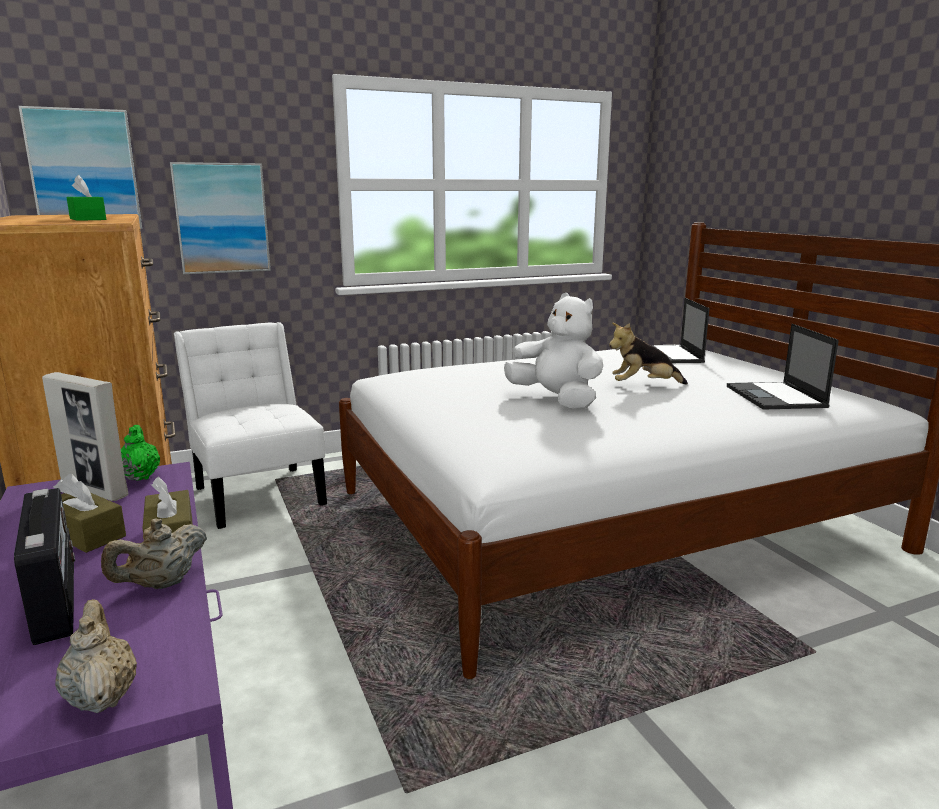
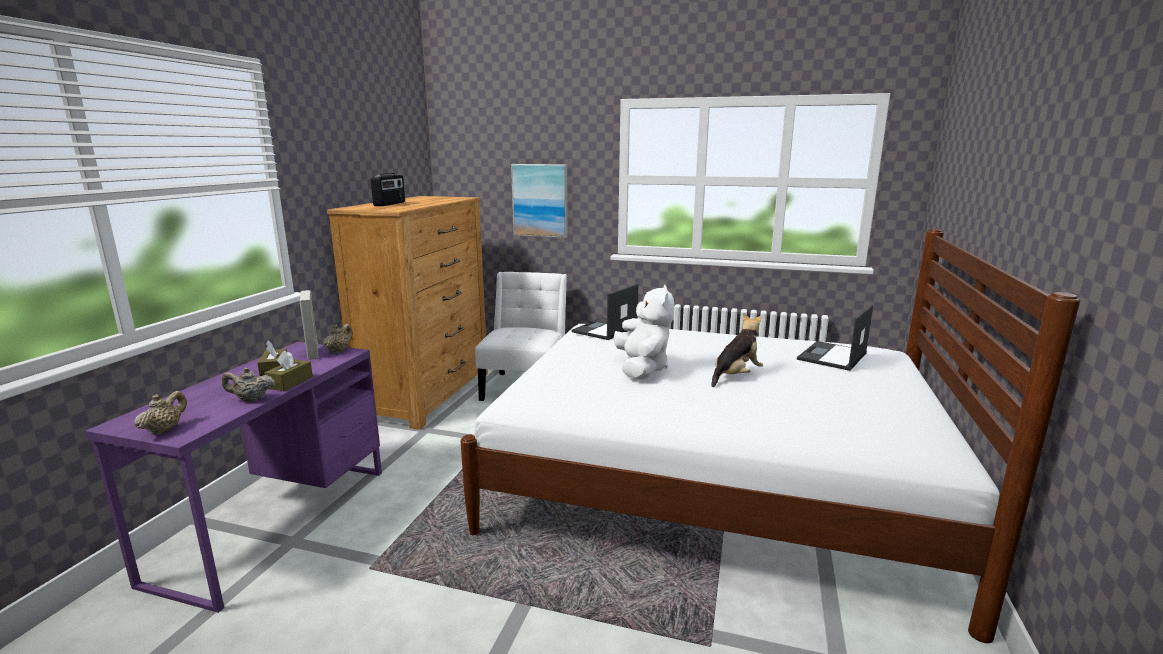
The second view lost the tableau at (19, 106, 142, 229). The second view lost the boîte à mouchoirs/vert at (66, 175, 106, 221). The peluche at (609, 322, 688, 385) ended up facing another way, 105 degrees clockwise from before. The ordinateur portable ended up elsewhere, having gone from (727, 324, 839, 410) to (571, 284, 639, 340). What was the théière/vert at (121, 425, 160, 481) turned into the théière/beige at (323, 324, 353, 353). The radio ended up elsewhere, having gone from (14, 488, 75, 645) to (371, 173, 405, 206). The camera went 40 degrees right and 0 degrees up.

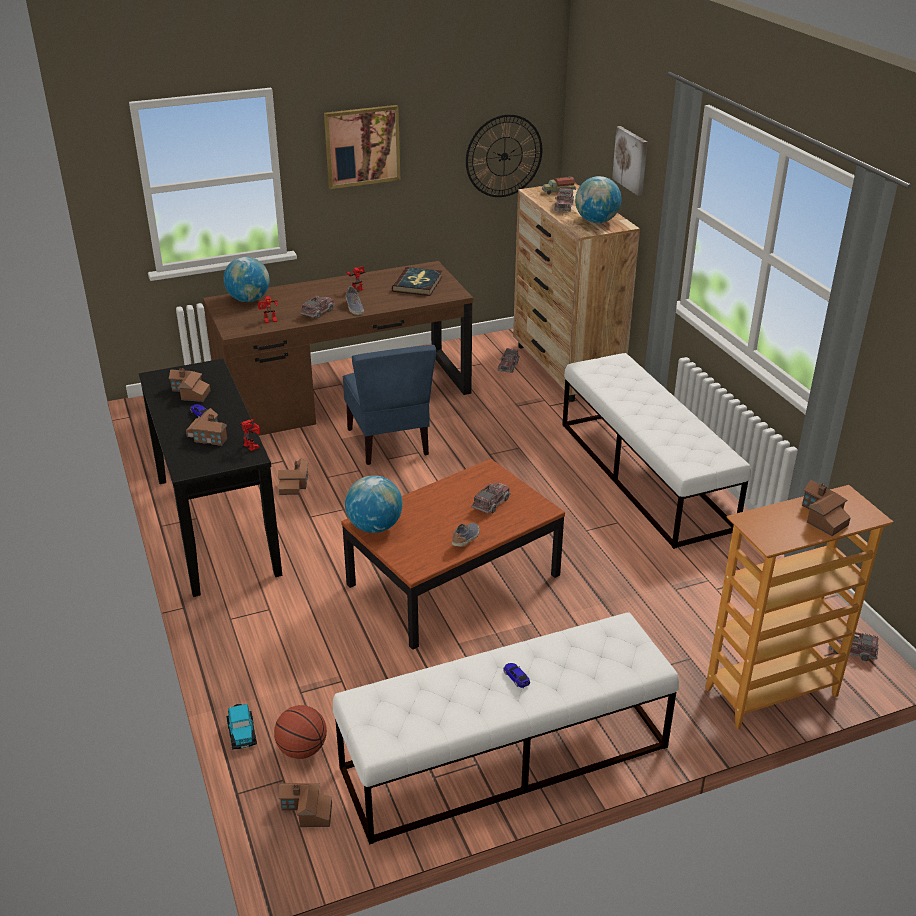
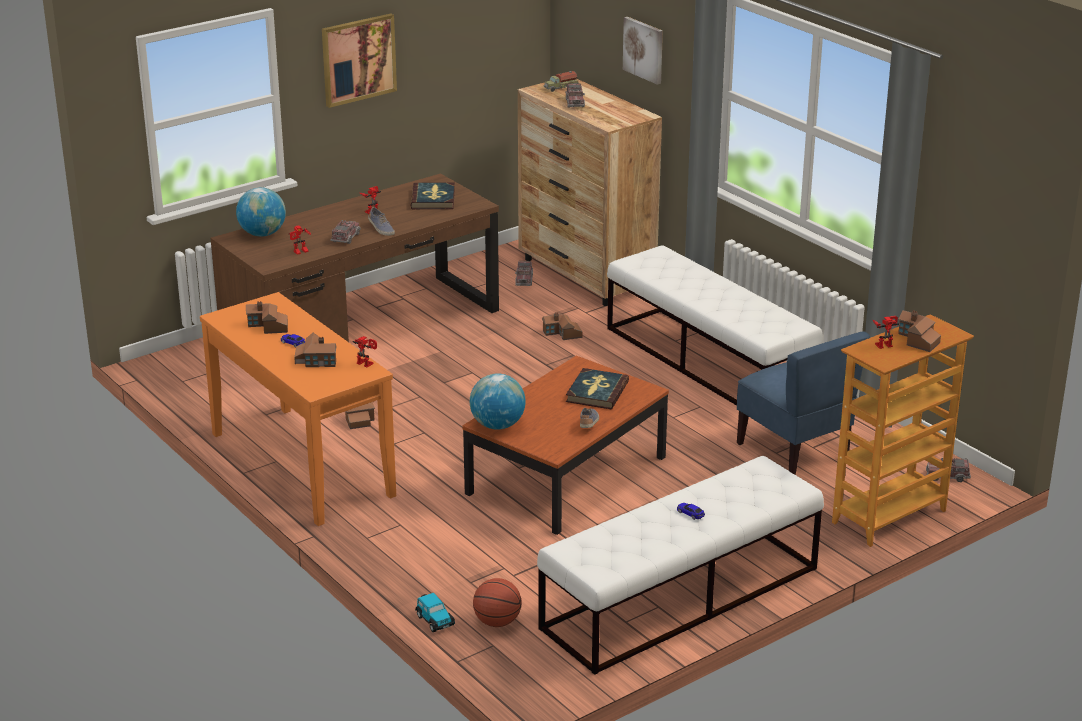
The second view lost the horloge murale at (466, 114, 542, 197). The second view lost the globe at (575, 176, 621, 223). The chaise/bleu ended up elsewhere, having gone from (342, 345, 436, 465) to (737, 331, 870, 475). What was the table console/noir at (139, 359, 282, 597) turned into the table console/orange at (200, 292, 396, 526). Where the camion jouet stood at (471, 482, 511, 514), the livre came to stand at (566, 368, 629, 409). The maison miniature ended up elsewhere, having gone from (279, 783, 332, 827) to (542, 312, 583, 340). The second view gained the robot jouet at (873, 316, 899, 349). The camera went 15 degrees left and 5 degrees down.

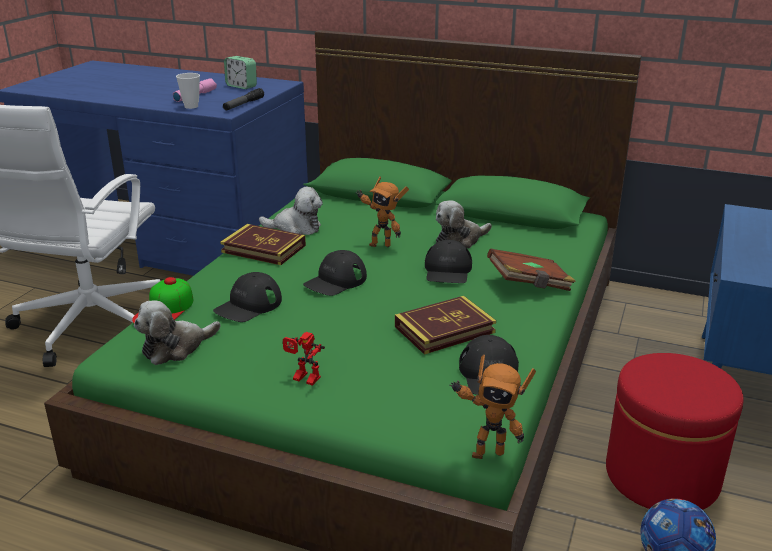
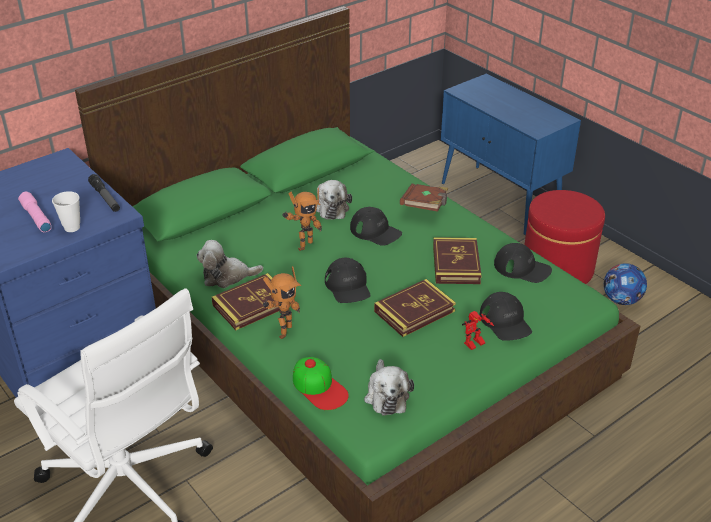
The second view lost the réveil at (224, 56, 257, 89). The peluche at (259, 187, 323, 235) ended up facing another way, 135 degrees counterclockwise from before. The casquette/noir ended up elsewhere, having gone from (213, 272, 282, 322) to (480, 292, 532, 341). The robot jouet ended up elsewhere, having gone from (449, 355, 536, 459) to (263, 266, 302, 339). The second view gained the livre at (374, 279, 456, 337). The camera went 60 degrees left and 10 degrees up.

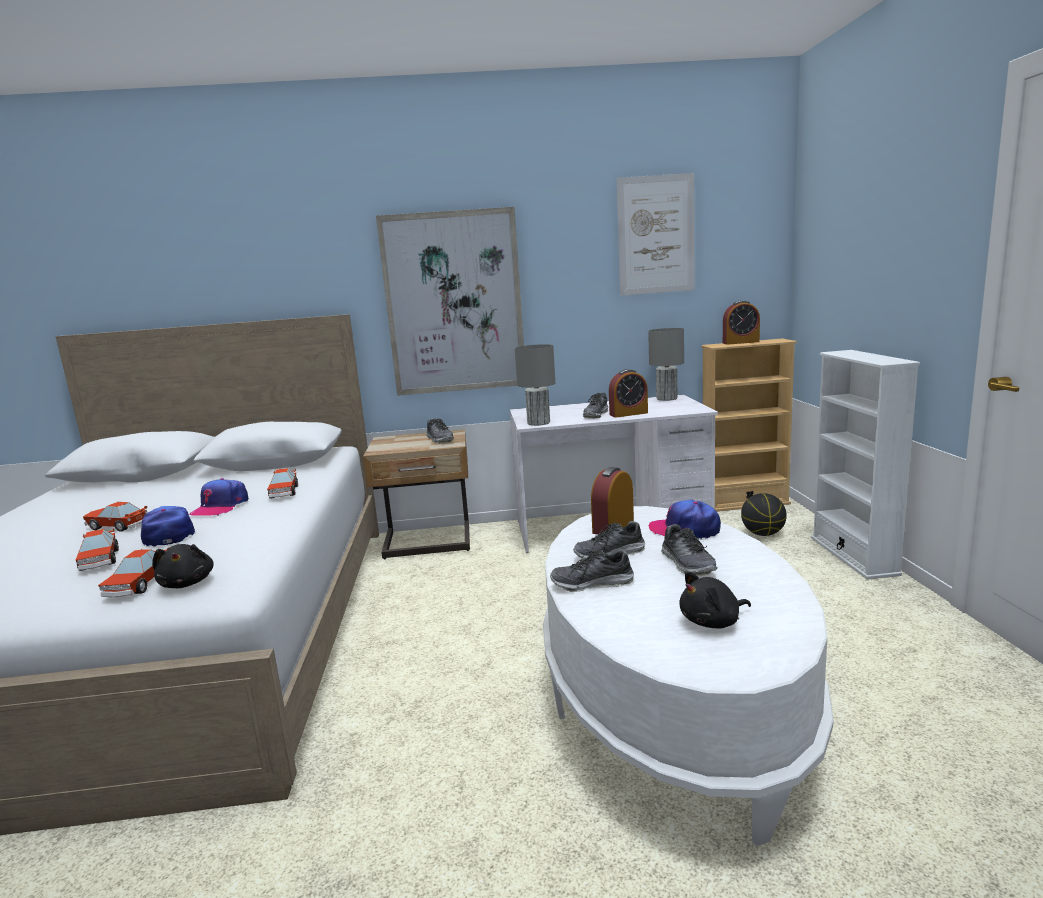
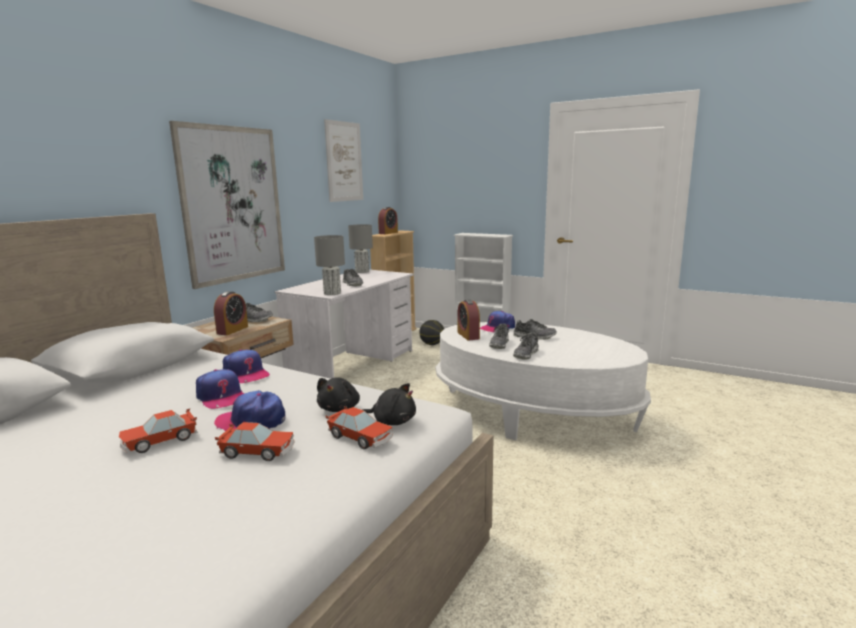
The réveil ended up elsewhere, having gone from (609, 369, 648, 418) to (214, 291, 248, 335). Where the petite voiture stood at (267, 468, 298, 499), the casquette came to stand at (223, 349, 270, 383). The peluche/noir ended up elsewhere, having gone from (679, 571, 751, 628) to (317, 377, 360, 412). The camera went 55 degrees left and 0 degrees up.

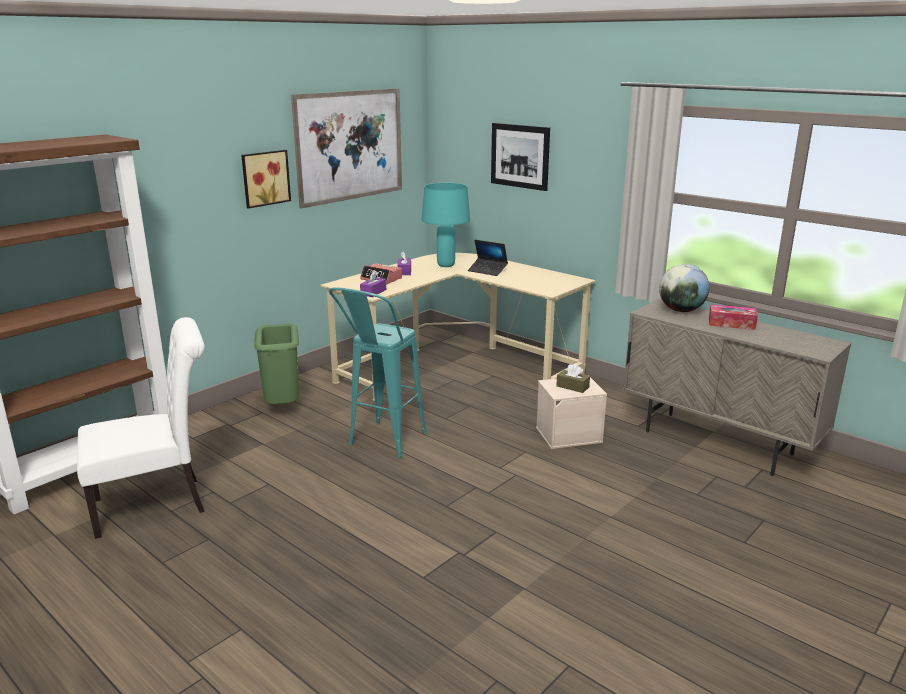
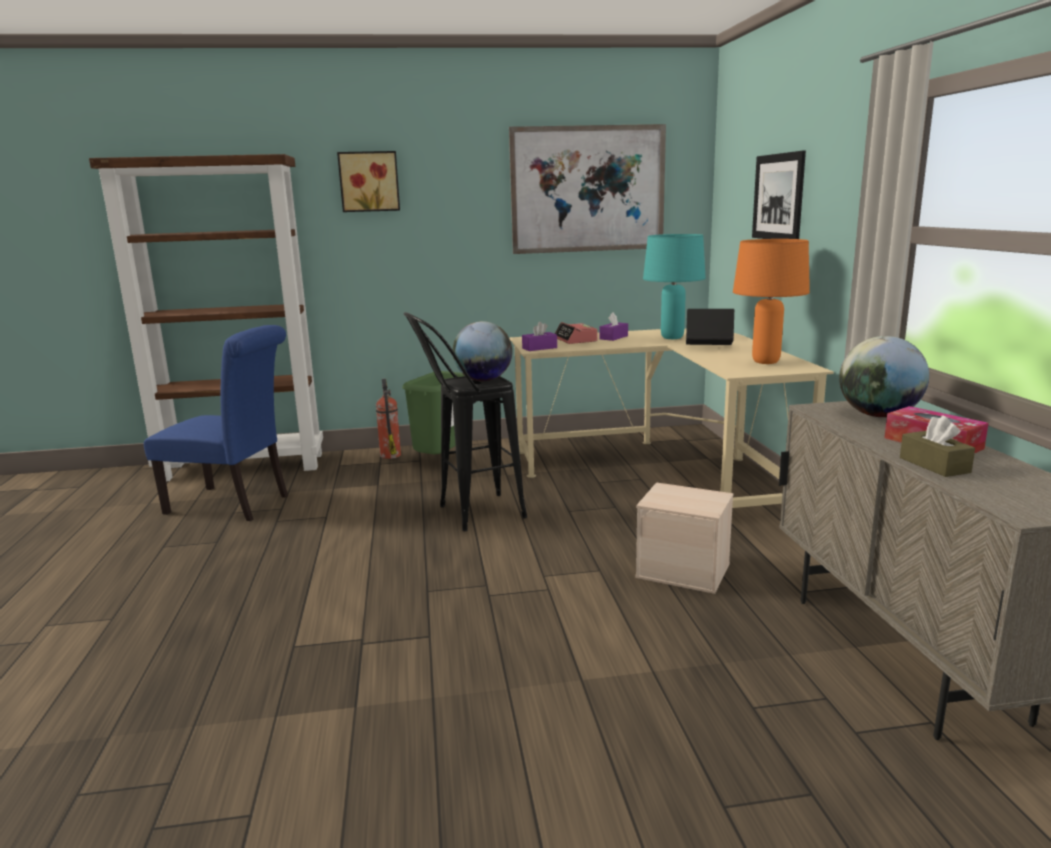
The tableau ended up elsewhere, having gone from (241, 150, 291, 209) to (337, 151, 400, 212). The ordinateur portable at (468, 240, 508, 276) ended up facing another way, 120 degrees clockwise from before. What was the tabouret/turquoise at (329, 287, 427, 457) turned into the tabouret/noir at (404, 312, 527, 531). What was the chaise/blanc at (77, 317, 205, 539) turned into the chaise/bleu at (144, 325, 288, 521). The boîte à mouchoirs/marron ended up elsewhere, having gone from (556, 364, 590, 393) to (900, 416, 975, 477). The second view gained the lampe de table/orange at (733, 239, 810, 364). The second view gained the globe at (453, 321, 512, 381). The second view gained the extincteur at (376, 379, 401, 459). The camera went 40 degrees right and 5 degrees down.

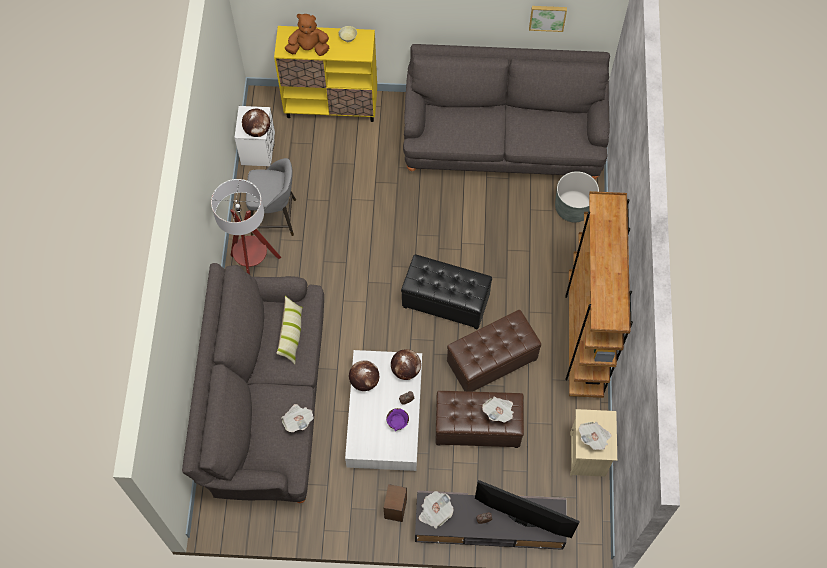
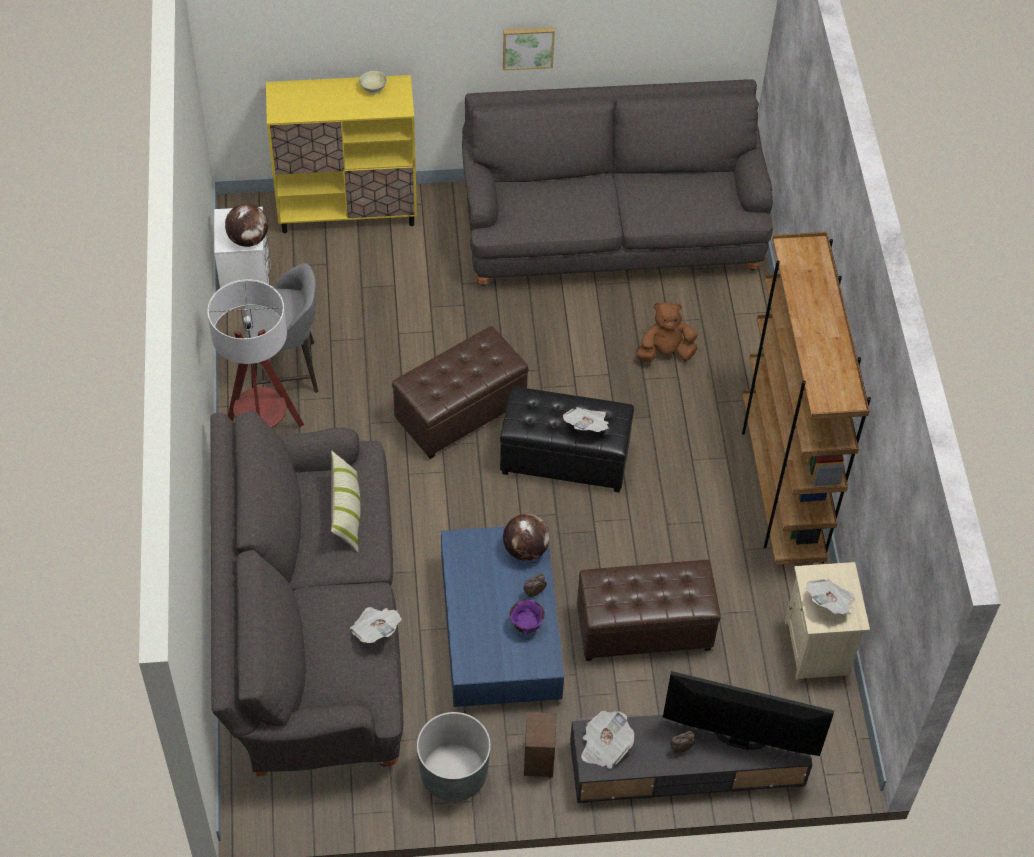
The tableau ended up elsewhere, having gone from (529, 6, 567, 32) to (503, 27, 555, 71). The peluche/marron ended up elsewhere, having gone from (285, 14, 329, 56) to (636, 302, 698, 362). The cache-pot/gris ended up elsewhere, having gone from (555, 171, 599, 223) to (417, 712, 491, 802). The pouf/marron ended up elsewhere, having gone from (447, 310, 541, 392) to (392, 326, 529, 459). What was the table basse/blanc at (345, 350, 422, 471) turned into the table basse/bleu at (441, 526, 564, 707). The second view lost the globe at (349, 360, 380, 391). The journal ended up elsewhere, having gone from (482, 397, 514, 423) to (563, 407, 609, 432). The camera went 10 degrees left and 10 degrees down.

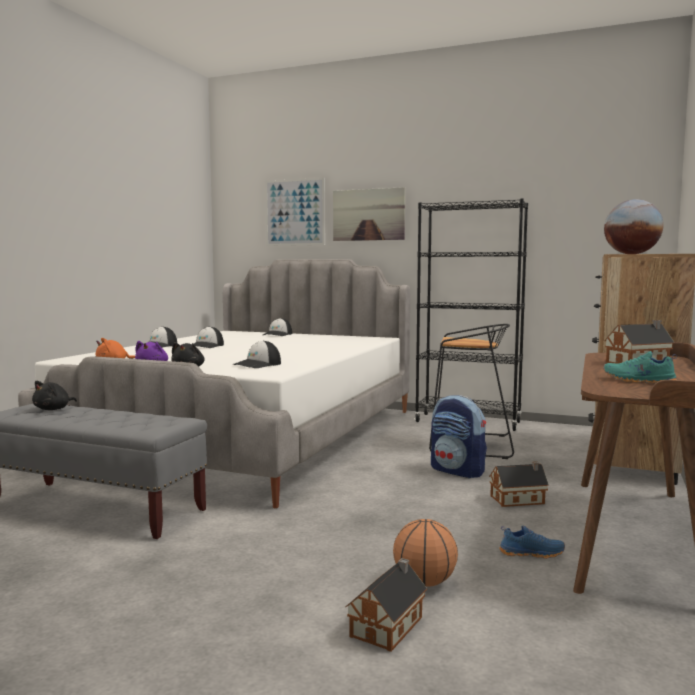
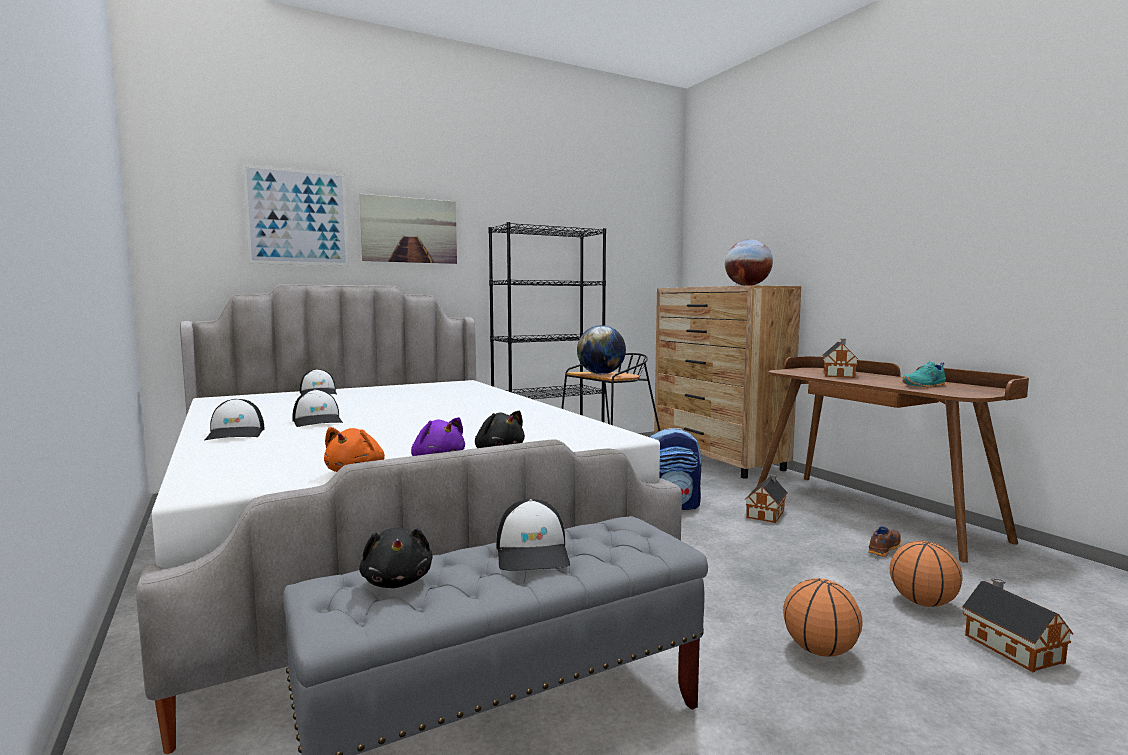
The casquette ended up elsewhere, having gone from (233, 340, 281, 368) to (496, 499, 570, 571). What was the chaussure/bleu at (499, 526, 565, 559) turned into the chaussure/marron at (868, 526, 901, 557). The second view gained the globe at (577, 325, 626, 374). The second view gained the ballon de basket at (783, 578, 863, 657). The camera went 50 degrees left and 0 degrees up.

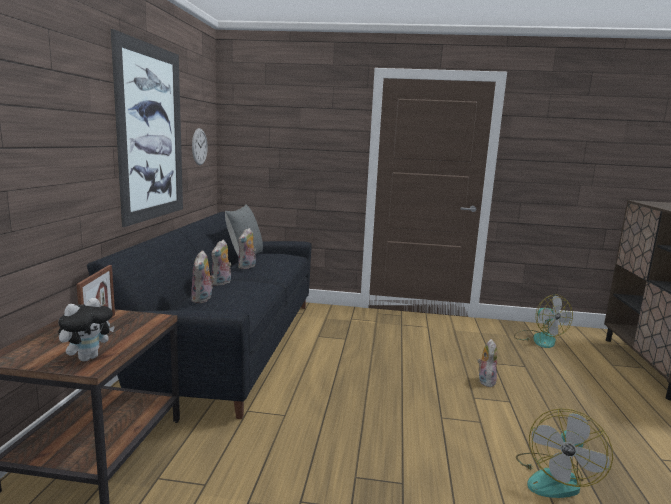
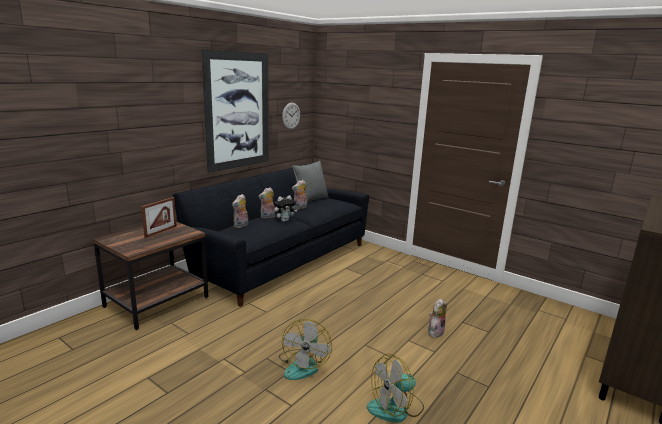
The ventilateur ended up elsewhere, having gone from (514, 295, 573, 348) to (279, 319, 332, 380). The peluche ended up elsewhere, having gone from (58, 298, 115, 361) to (275, 195, 297, 222). The camera went 30 degrees right and 5 degrees up.

